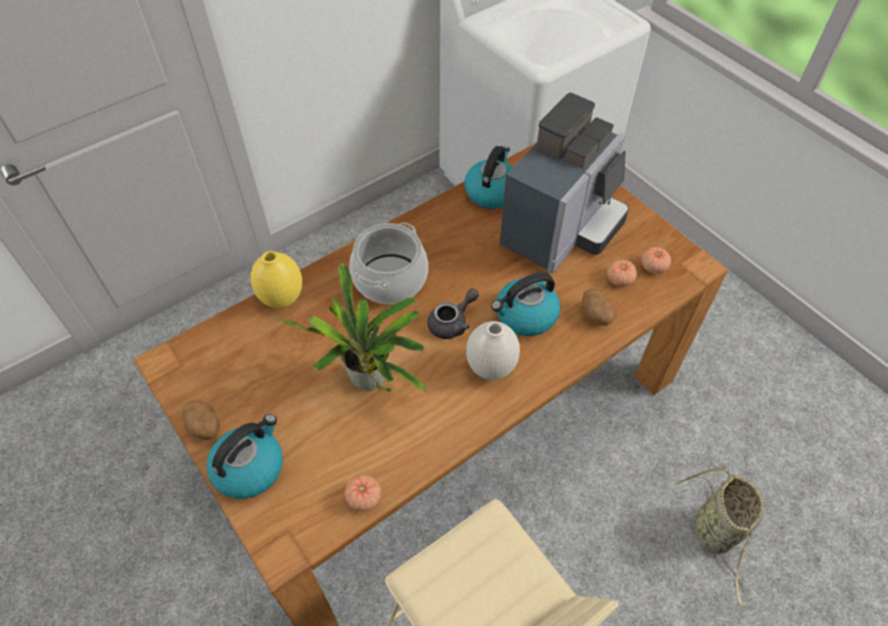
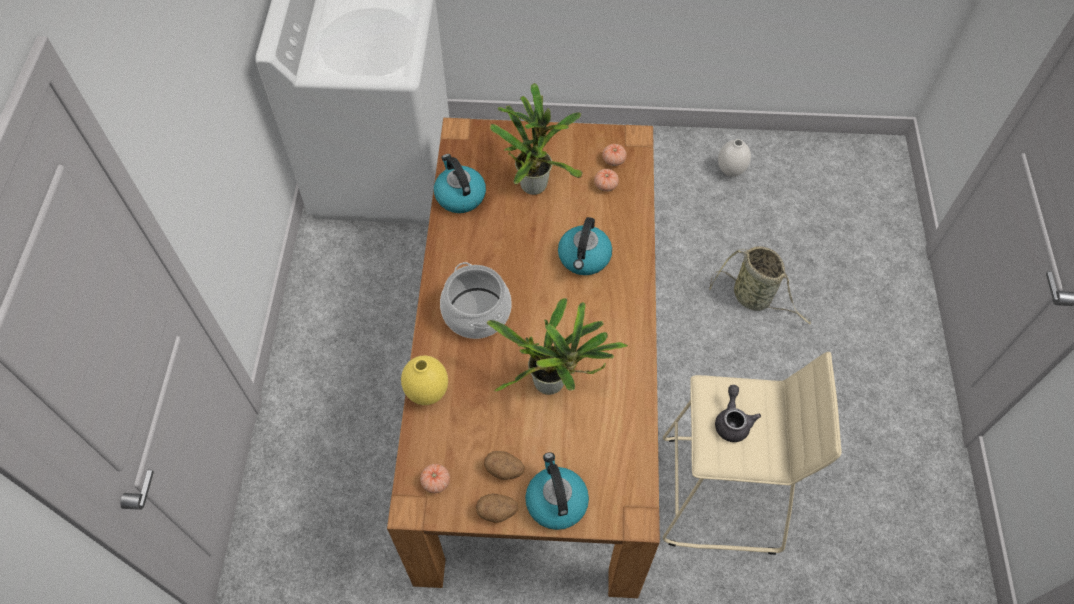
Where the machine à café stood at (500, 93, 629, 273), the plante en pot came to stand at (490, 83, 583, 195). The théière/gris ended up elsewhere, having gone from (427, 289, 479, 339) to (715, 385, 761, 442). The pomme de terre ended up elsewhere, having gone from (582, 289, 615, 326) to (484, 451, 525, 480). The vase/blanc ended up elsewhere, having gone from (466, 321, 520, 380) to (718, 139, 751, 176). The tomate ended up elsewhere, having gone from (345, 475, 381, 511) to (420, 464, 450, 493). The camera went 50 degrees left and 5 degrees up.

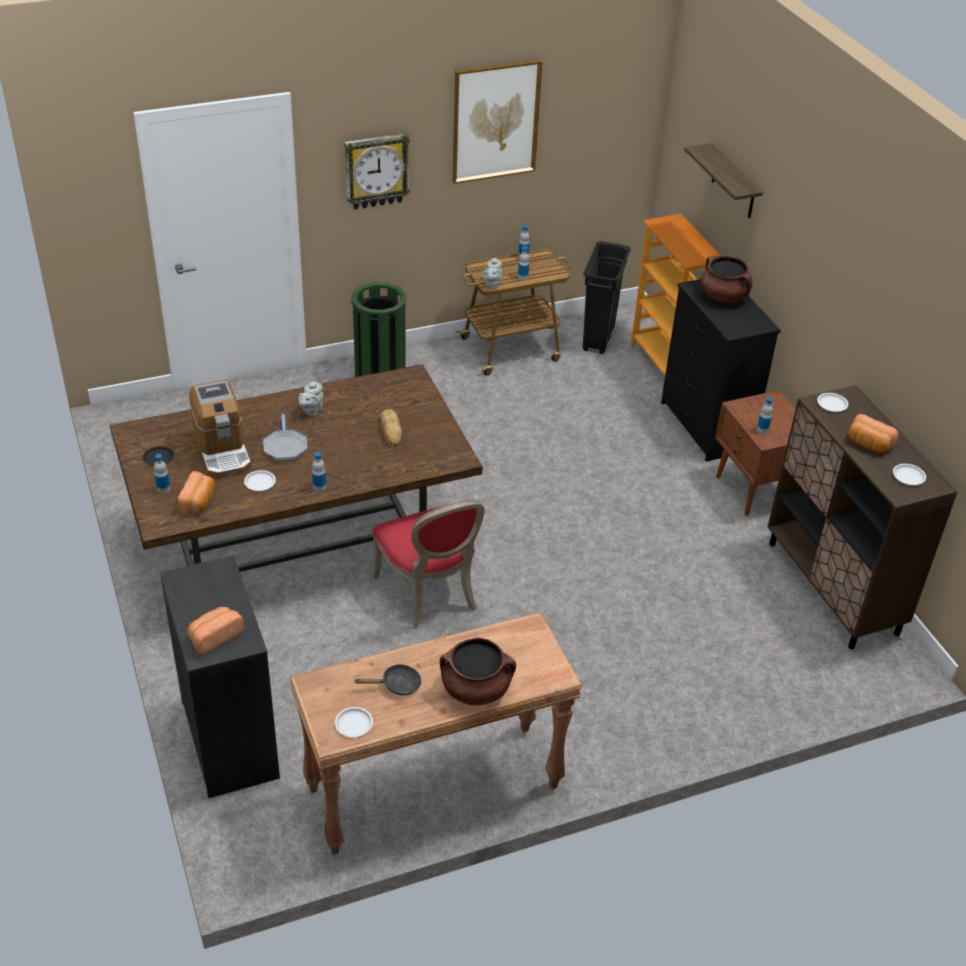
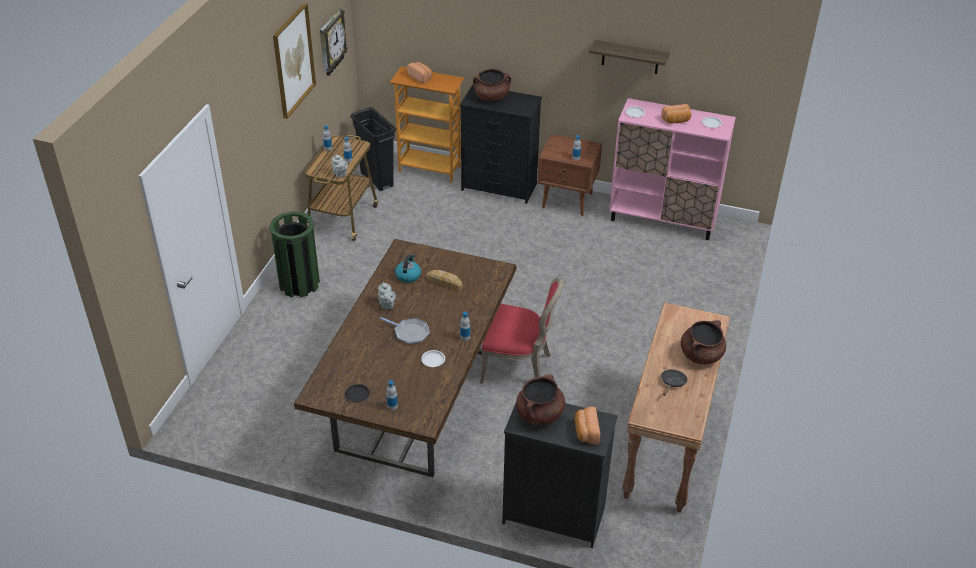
The horloge murale ended up elsewhere, having gone from (344, 133, 410, 210) to (320, 9, 348, 76). The étagère ended up elsewhere, having gone from (684, 143, 763, 218) to (589, 40, 670, 74). The second view lost the machine à café at (189, 379, 251, 479). What was the meuble de rangement/marron at (768, 385, 958, 649) turned into the meuble de rangement/rose at (609, 98, 736, 240). The pain ended up elsewhere, having gone from (178, 471, 215, 514) to (407, 62, 432, 84). The second view lost the assiette/blanc at (335, 707, 373, 737). The second view gained the bouilloire at (395, 255, 421, 283). The second view gained the marmite/marron at (516, 374, 565, 425). The camera went 50 degrees left and 0 degrees up.

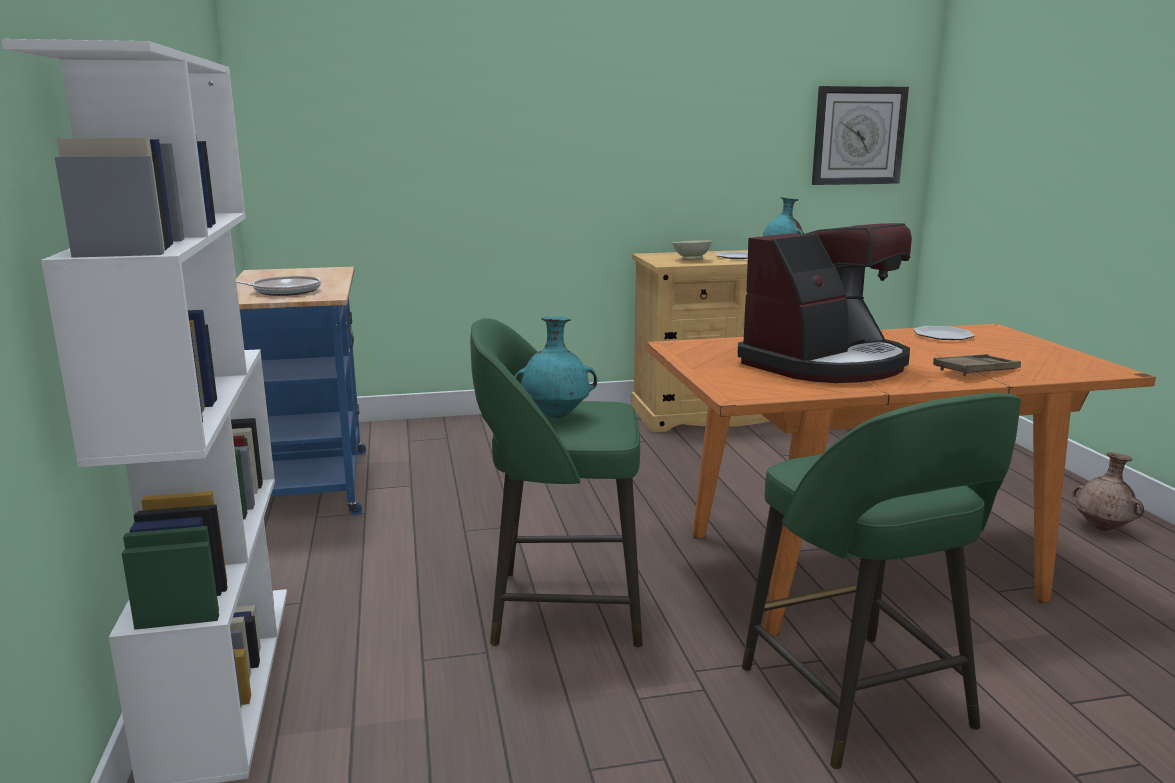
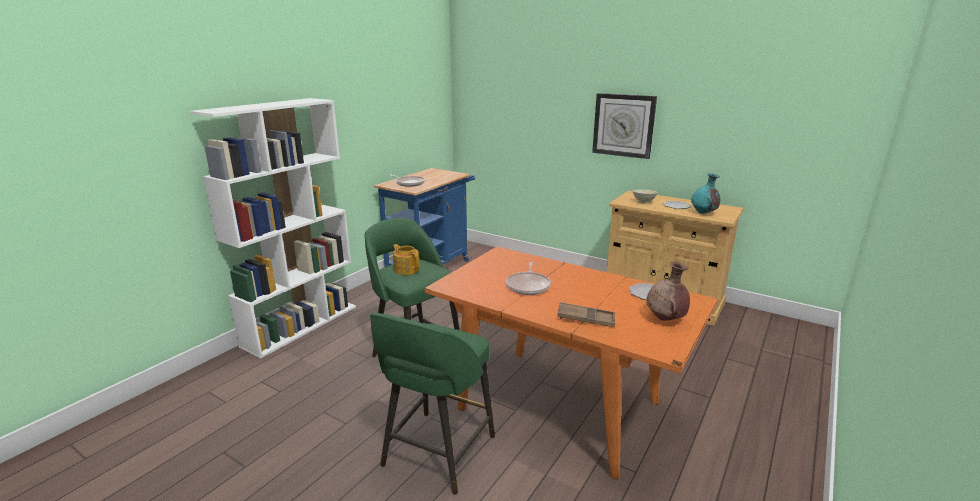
The horloge murale ended up elsewhere, having gone from (812, 86, 909, 185) to (592, 93, 657, 159). Where the machine à café stood at (738, 223, 912, 383), the poêle came to stand at (506, 262, 551, 295). Where the vase/turquoise stood at (515, 316, 597, 418), the théière came to stand at (393, 244, 420, 275). The vase/marron ended up elsewhere, having gone from (1072, 452, 1144, 531) to (646, 261, 690, 321). The camera went 45 degrees right and 5 degrees up.

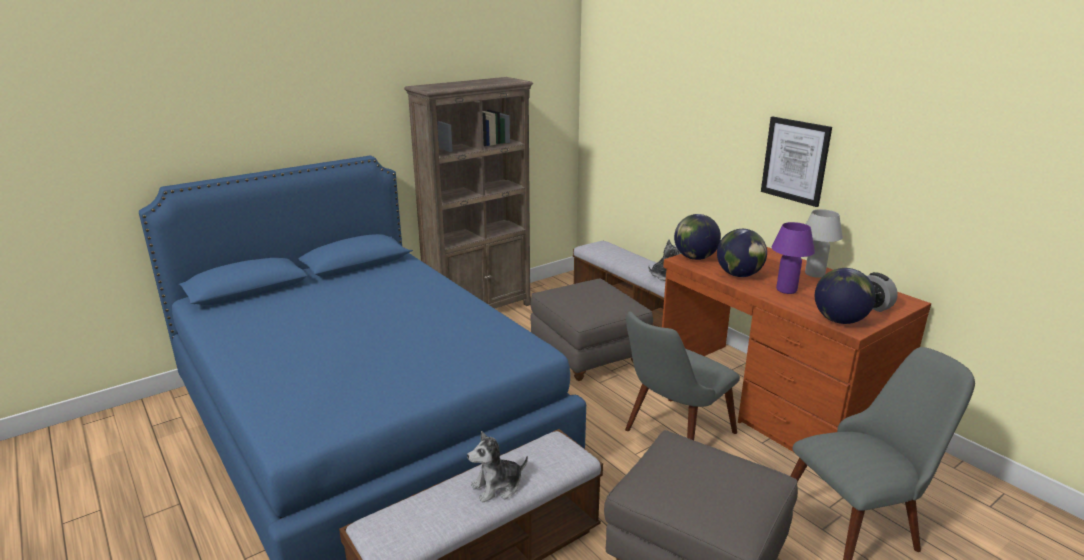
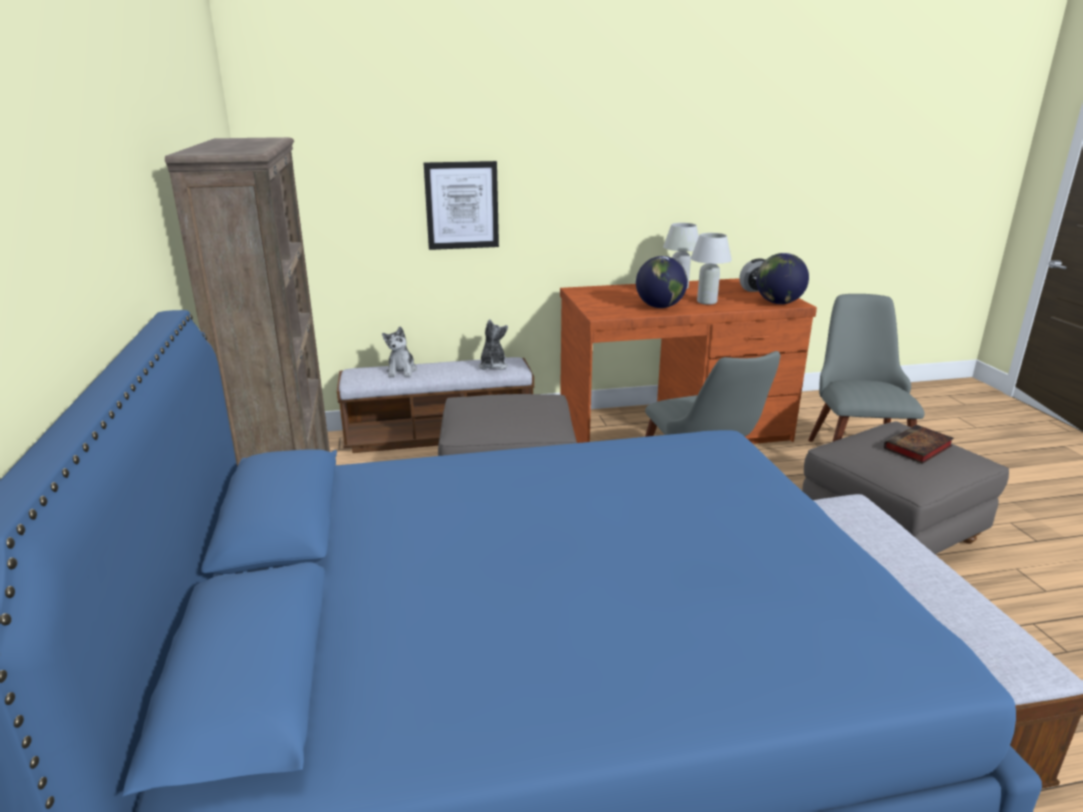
The tableau ended up elsewhere, having gone from (761, 116, 832, 207) to (424, 161, 499, 250). The second view lost the globe at (674, 214, 721, 260). What was the lampe de table/violet at (772, 222, 815, 294) turned into the lampe de table/blanc at (690, 233, 732, 305). The peluche ended up elsewhere, having gone from (467, 431, 528, 503) to (382, 327, 417, 377). The second view gained the livre at (884, 425, 954, 464). The camera went 65 degrees left and 0 degrees up.

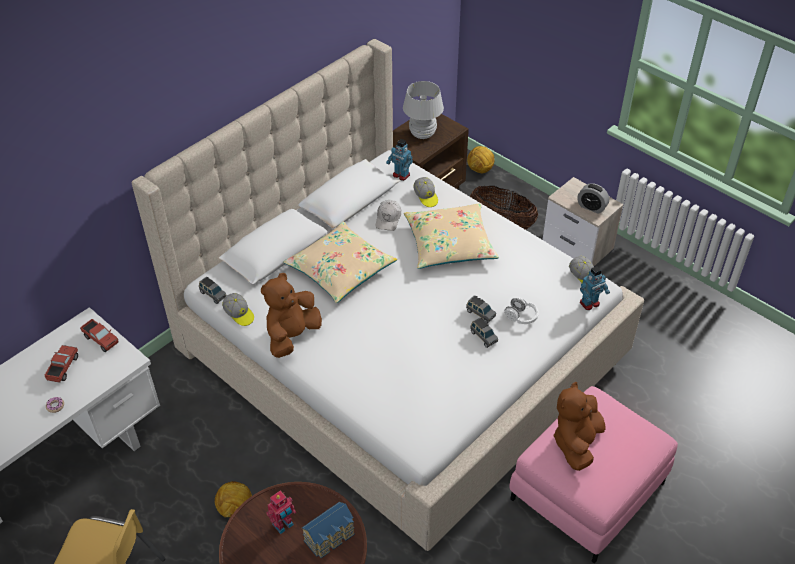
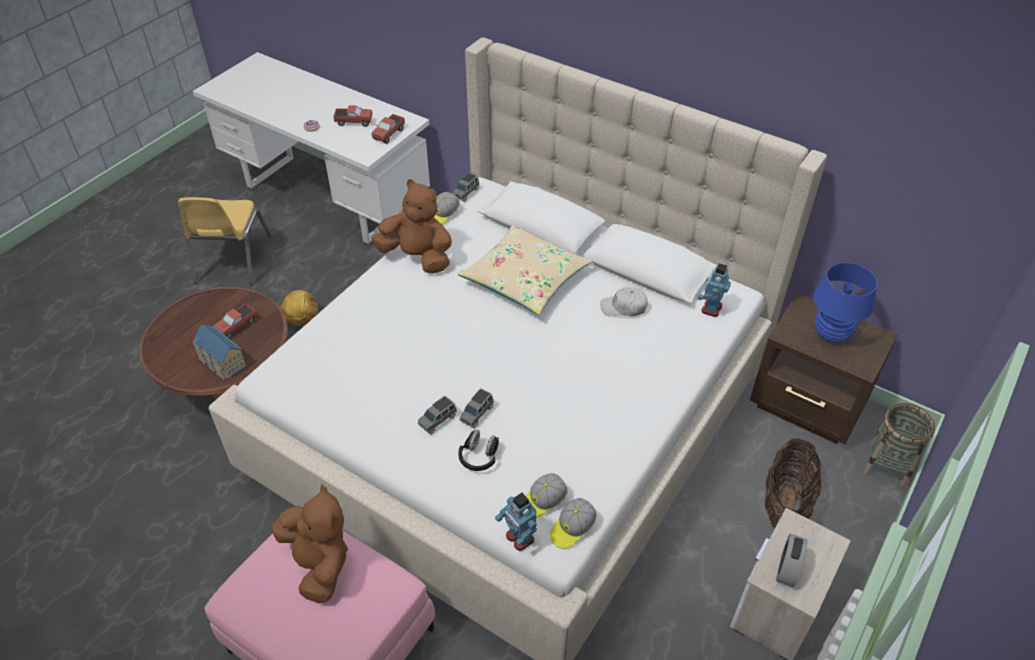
What was the lampe de table/blanc at (403, 81, 444, 139) turned into the lampe de table/bleu at (813, 263, 877, 343). Where the ballon de foot stood at (467, 146, 495, 173), the panier came to stand at (863, 403, 935, 489). The casquette ended up elsewhere, having gone from (414, 177, 438, 207) to (525, 473, 568, 518). The second view lost the coussin/beige at (404, 203, 499, 269). What was the casque audio/blanc at (505, 298, 539, 324) turned into the casque audio/noir at (458, 430, 499, 471). The peluche/marron at (553, 382, 606, 471) ended up facing another way, 45 degrees clockwise from before. Where the robot jouet stood at (266, 490, 296, 534), the camion jouet came to stand at (214, 303, 257, 339). The camera went 80 degrees right and 0 degrees up.

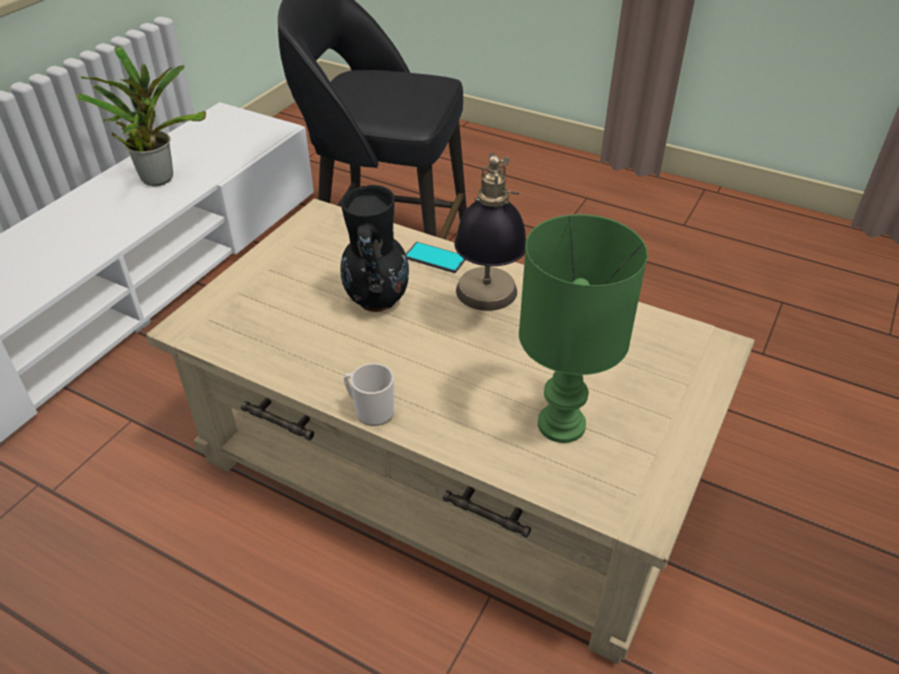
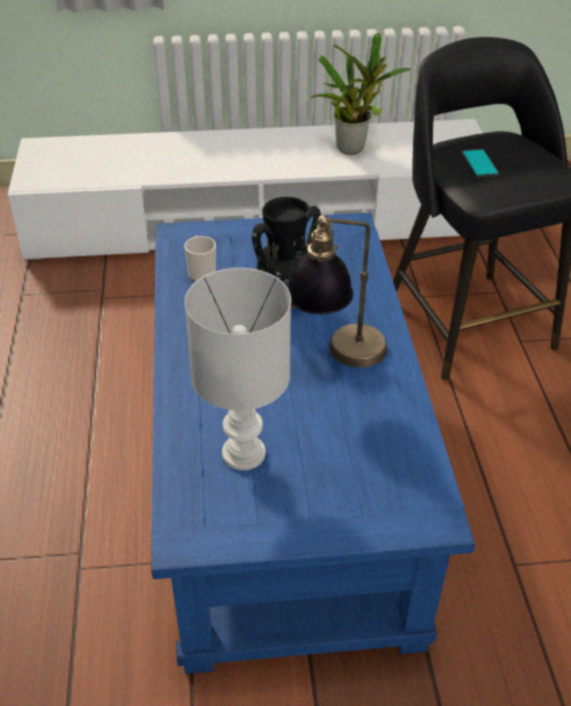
What was the table basse/beige at (146, 199, 755, 664) turned into the table basse/bleu at (151, 212, 475, 674). What was the lampe de table/vert at (519, 214, 648, 443) turned into the lampe de table/blanc at (185, 268, 291, 470). The téléphone ended up elsewhere, having gone from (406, 242, 465, 273) to (461, 149, 499, 177). The mug ended up elsewhere, having gone from (344, 363, 394, 426) to (184, 236, 216, 282). The camera went 55 degrees right and 0 degrees up.

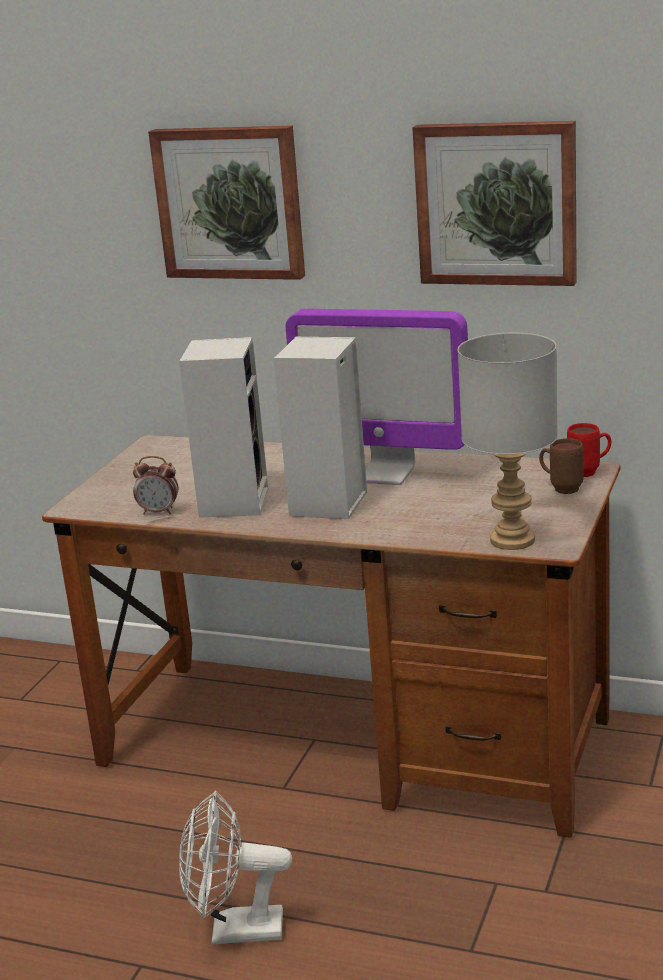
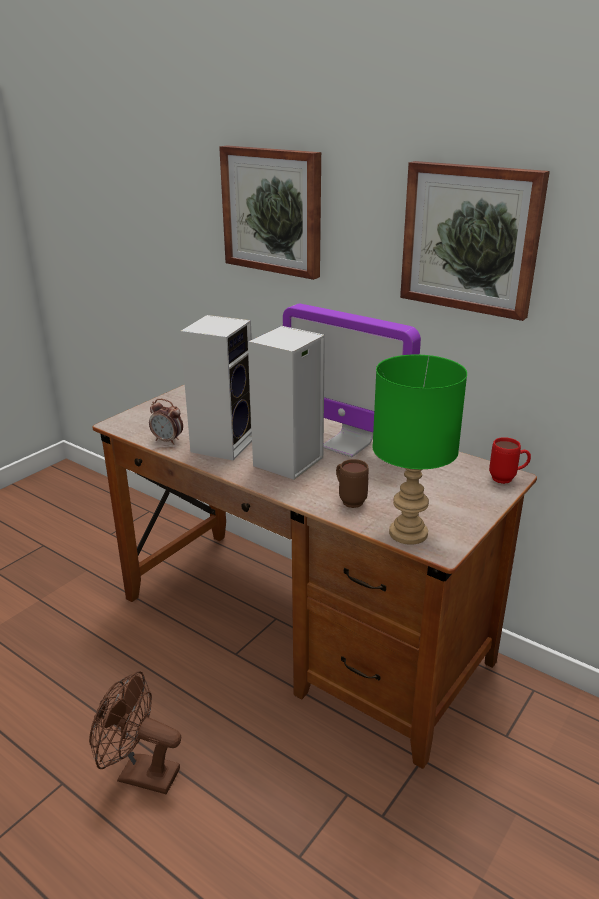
What was the lampe de table/gris at (458, 332, 558, 550) turned into the lampe de table/vert at (372, 355, 467, 545). The mug/marron ended up elsewhere, having gone from (539, 438, 584, 494) to (336, 459, 369, 508). What was the ventilateur/blanc at (179, 790, 292, 945) turned into the ventilateur/marron at (89, 671, 181, 794). The camera went 15 degrees right and 5 degrees up.

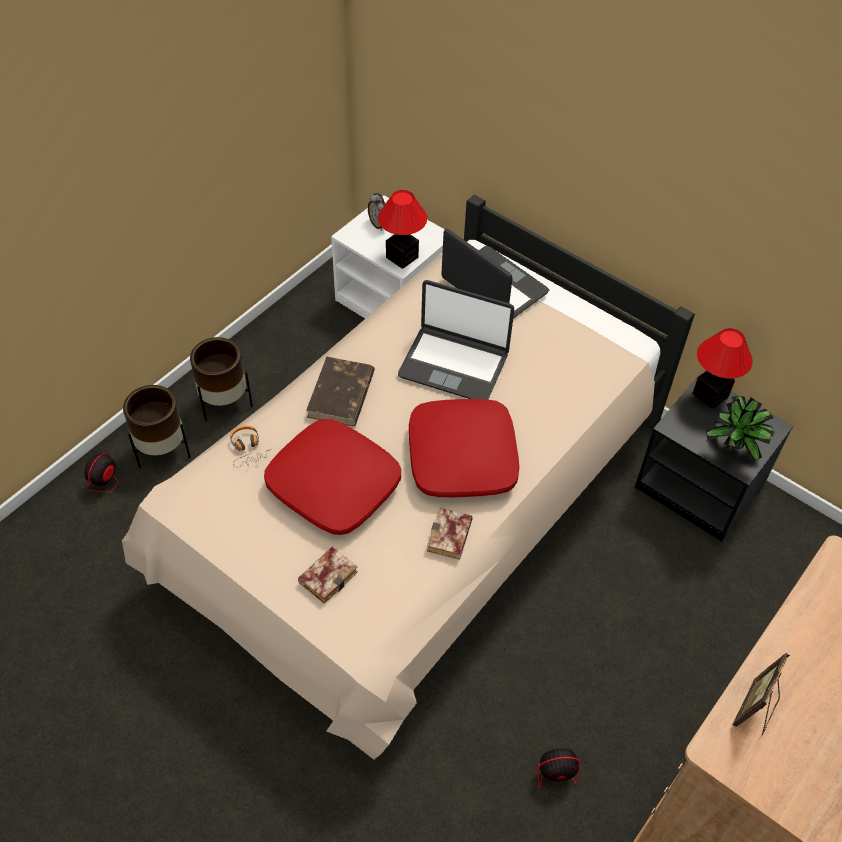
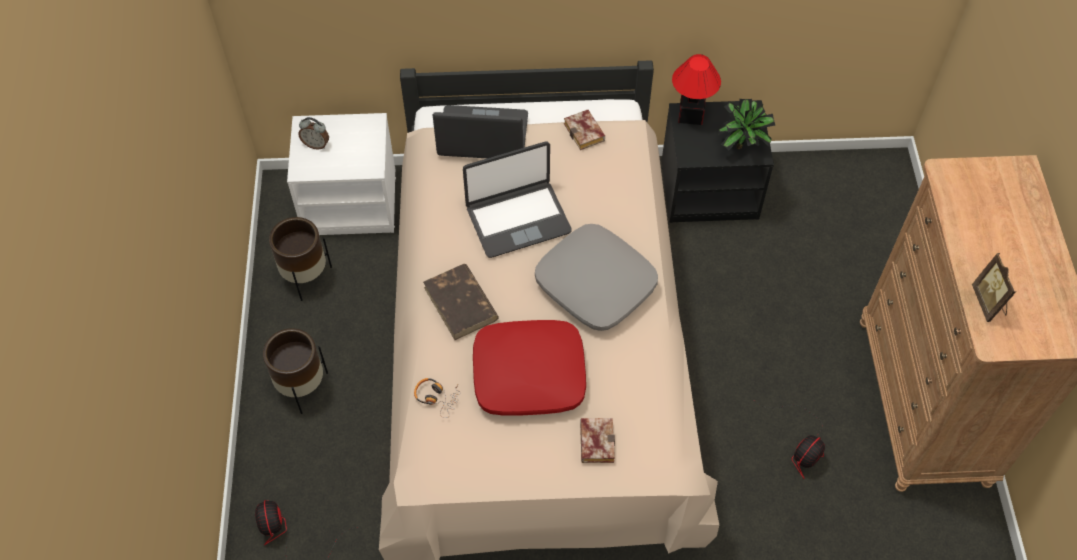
The second view lost the lampe de table at (378, 190, 427, 269). The cache-pot/marron ended up elsewhere, having gone from (123, 385, 191, 468) to (269, 217, 332, 301). What was the coussin/rouge at (409, 399, 519, 497) turned into the coussin/gris at (535, 224, 658, 331). The livre ended up elsewhere, having gone from (427, 508, 473, 560) to (564, 110, 605, 150). The camera went 40 degrees left and 5 degrees up.

